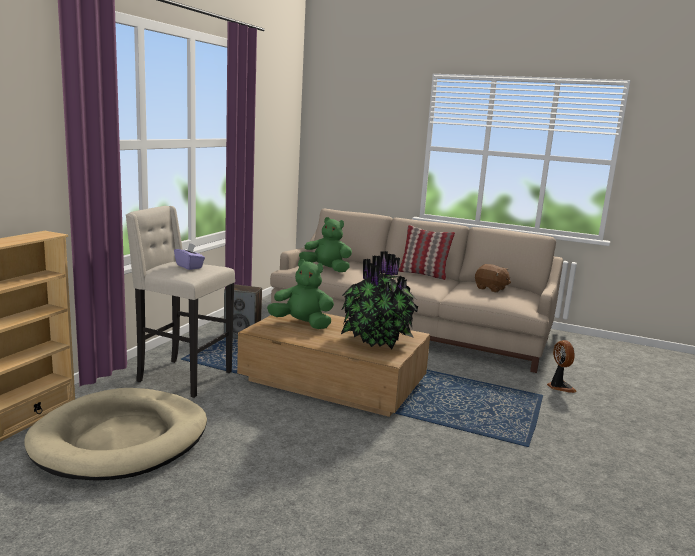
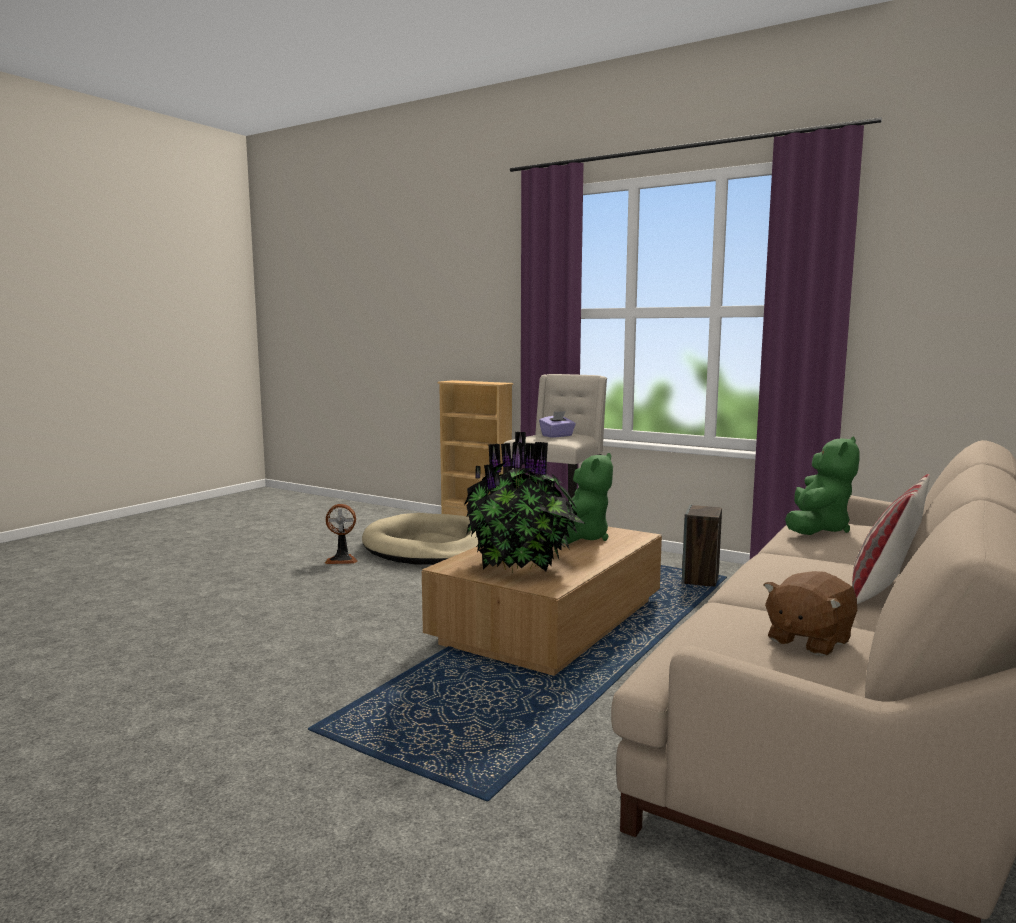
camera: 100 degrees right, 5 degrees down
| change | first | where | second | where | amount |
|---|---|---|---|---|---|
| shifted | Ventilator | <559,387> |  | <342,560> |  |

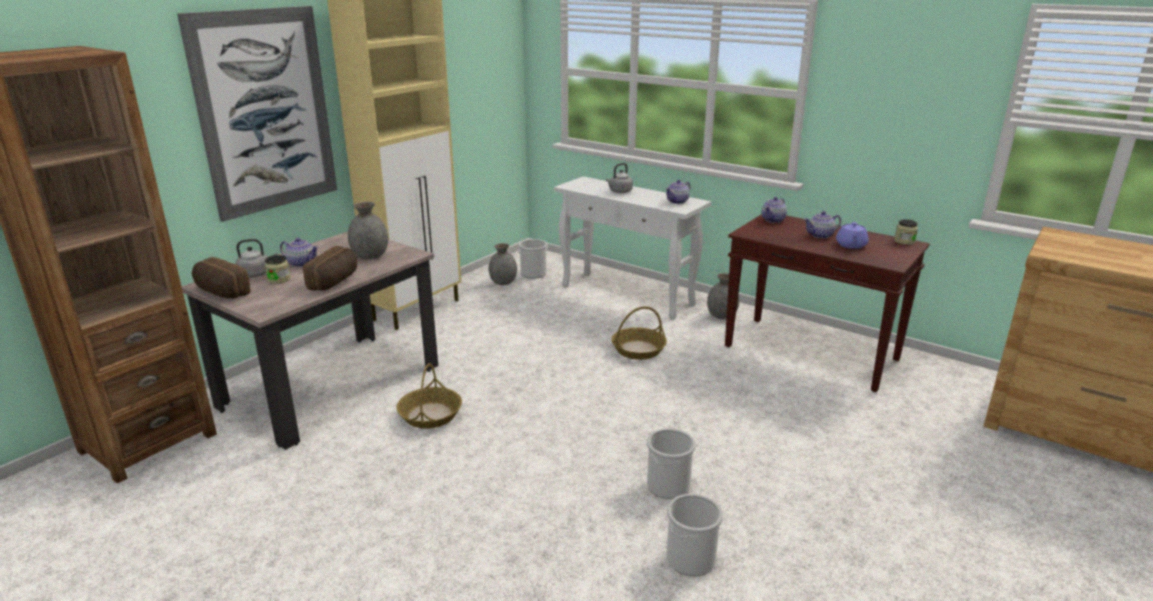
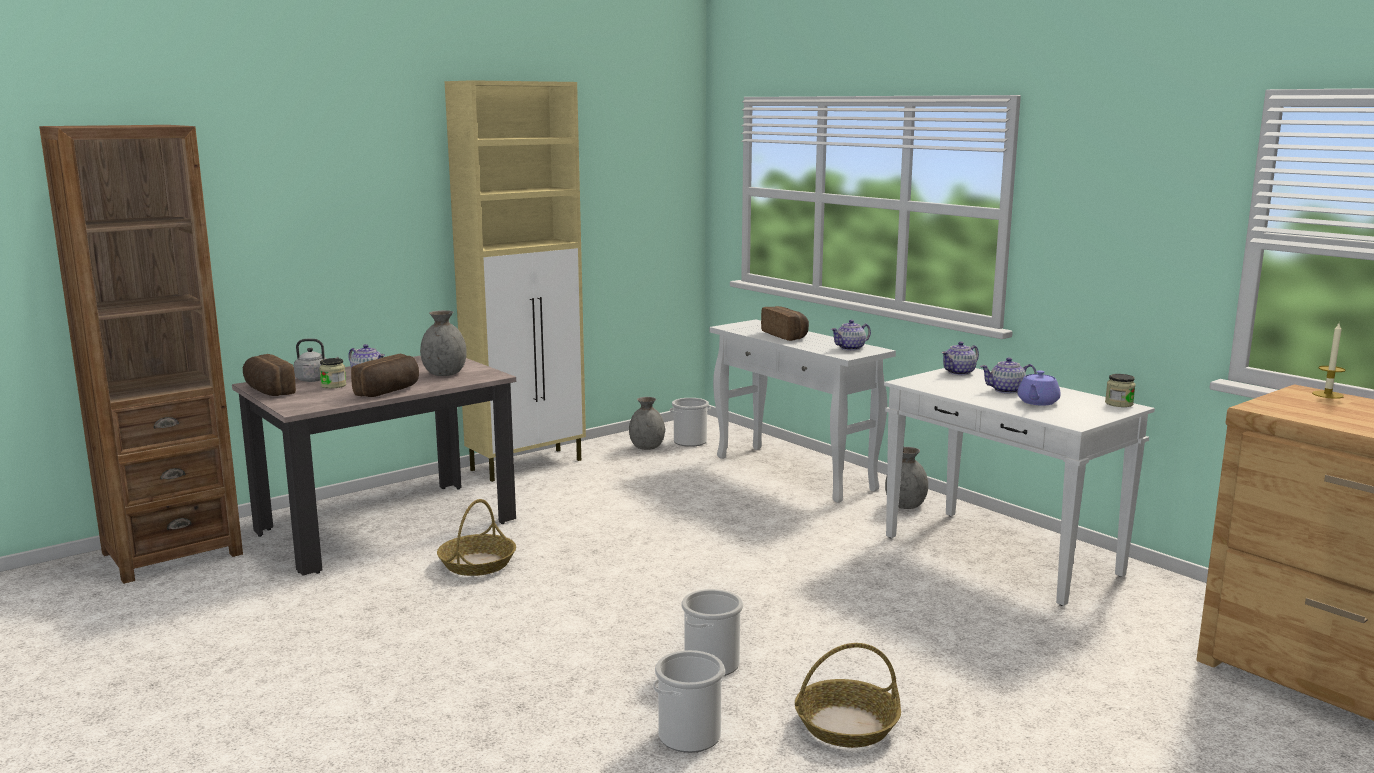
camera: 15 degrees right, 10 degrees down
| change | first | where | second | where | amount |
|---|---|---|---|---|---|
| gone | Bild | <265,112> |  |  |  |
| new |  |  | Kerze | <1327,394> |  |
| shifted | Korb | <638,350> |  | <846,726> |  |
| swapped | Wasserkessel (grau) | <619,192> | Brot | <786,335> |  |
| repainted | Konsolentisch (braun) | <812,353> | Konsolentisch (weiß) | <1003,556> |  |

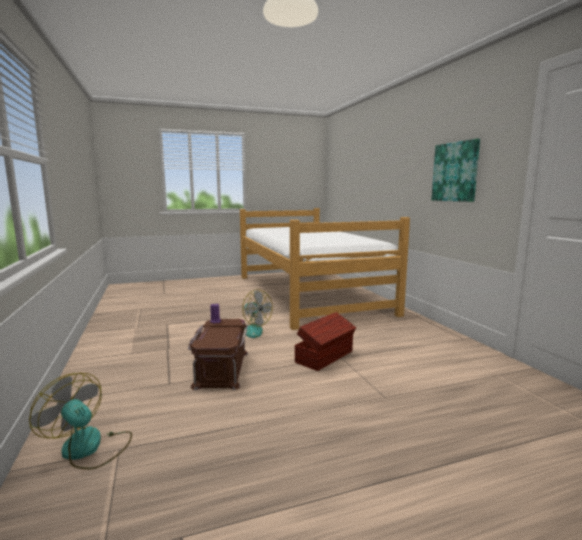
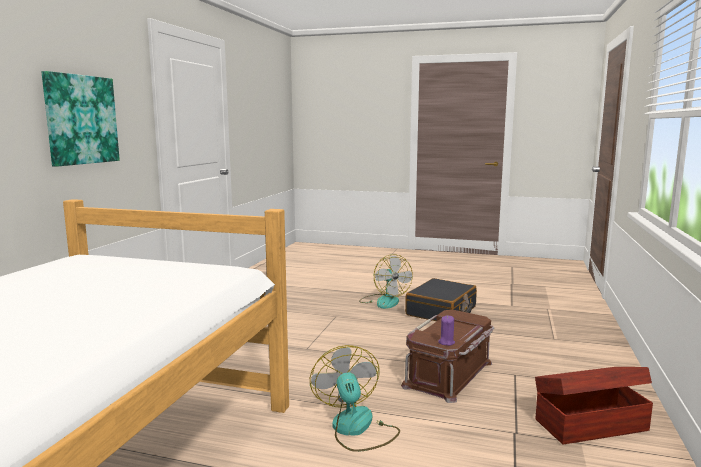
camera: 145 degrees left, 0 degrees up
| change | first | where | second | where | amount |
|---|---|---|---|---|---|
| new |  |  | Koffer (schwarz) | <441,311> |  |
| shifted | Ventilator | <89,448> |  | <384,301> |  |
| shifted | Aufbewahrungsbox (braun) | <325,357> |  | <589,424> |  |

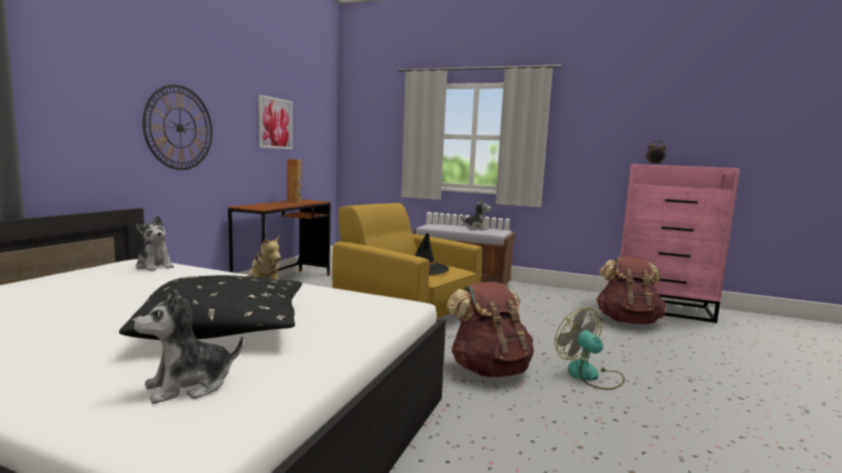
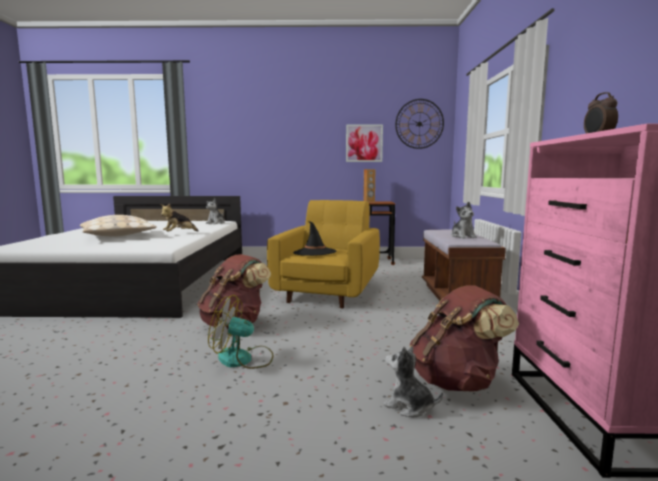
camera: 70 degrees right, 0 degrees up
| change | first | where | second | where | amount |
|---|---|---|---|---|---|
| shifted | Plüschtier | <189,386> |  | <409,406> |  |
| shifted | Wanduhr | <179,128> |  | <419,124> |  |
| repainted | Kissen (schwarz) | <227,326> | Kissen (beige) | <119,236> |  |
| rotated | Ventilator | <590,375> |  | <243,359> | 120 degrees counterclockwise |

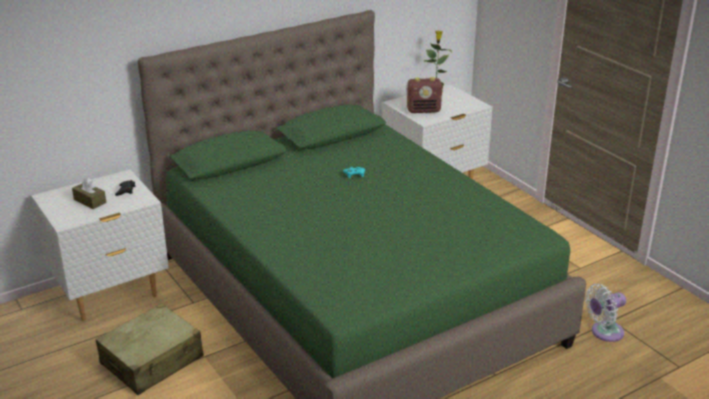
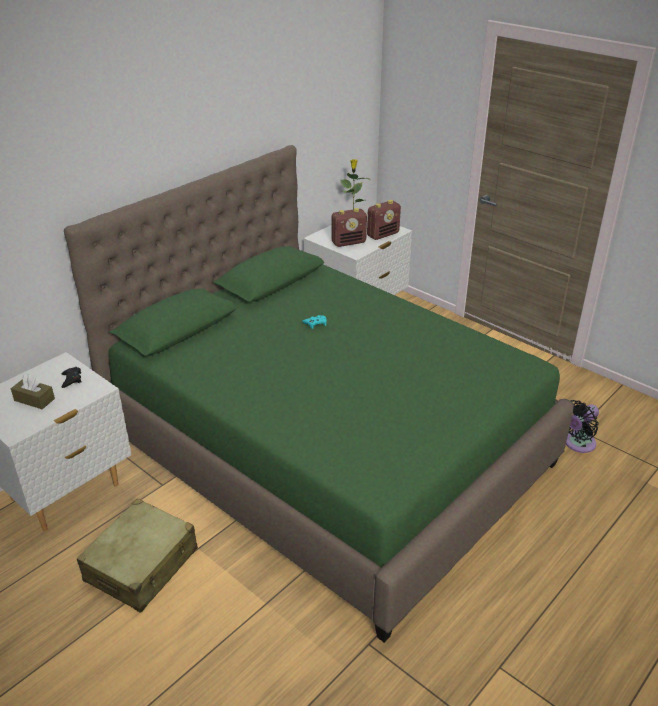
camera: 15 degrees left, 5 degrees up
| change | first | where | second | where | amount |
|---|---|---|---|---|---|
| new |  |  | Radio | <383,234> |  |
| repainted | Ventilator (weiß) | <604,332> | Ventilator (schwarz) | <577,444> |  |

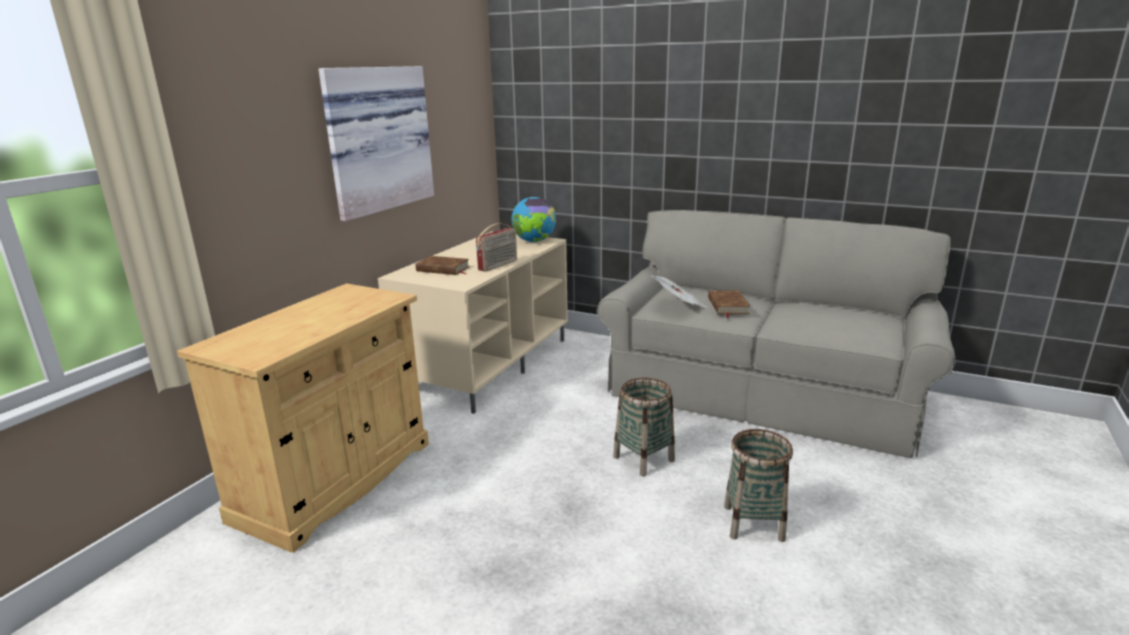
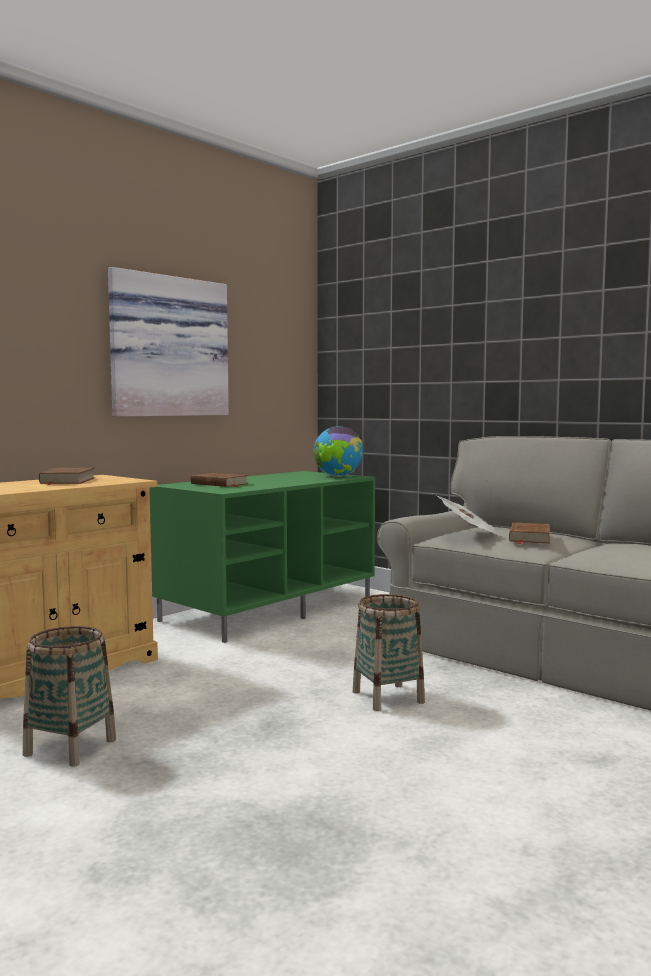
camera: 15 degrees right, 15 degrees down
| change | first | where | second | where | amount |
|---|---|---|---|---|---|
| gone | Radio | <498,265> |  |  |  |
| new |  |  | Buch (braun) | <67,481> |  |
| shifted | Korb | <753,523> |  | <70,747> |  |
| repainted | Fernsehschrank (beige) | <487,364> | Fernsehschrank (grün) | <269,609> |  |

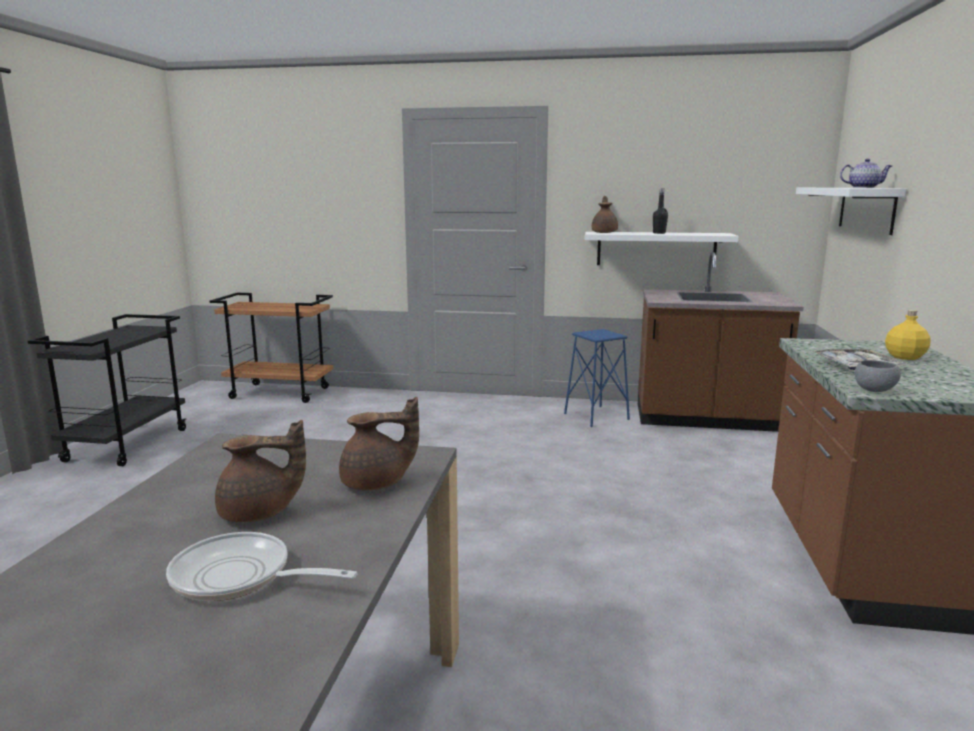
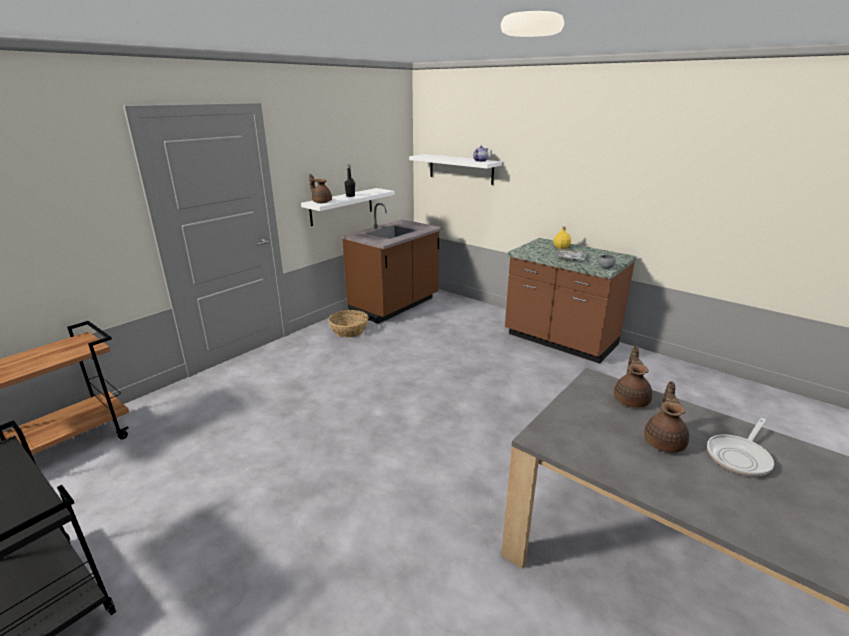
camera: 60 degrees left, 10 degrees up
| change | first | where | second | where | amount |
|---|---|---|---|---|---|
| swapped | Hocker (blau) | <596,416> | Korb | <349,330> |  |

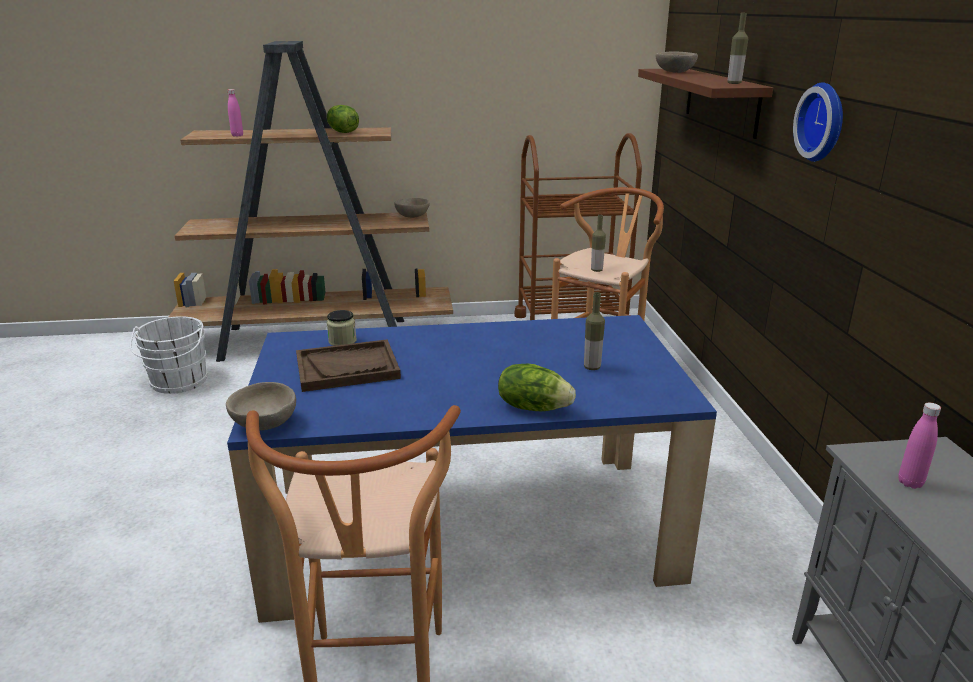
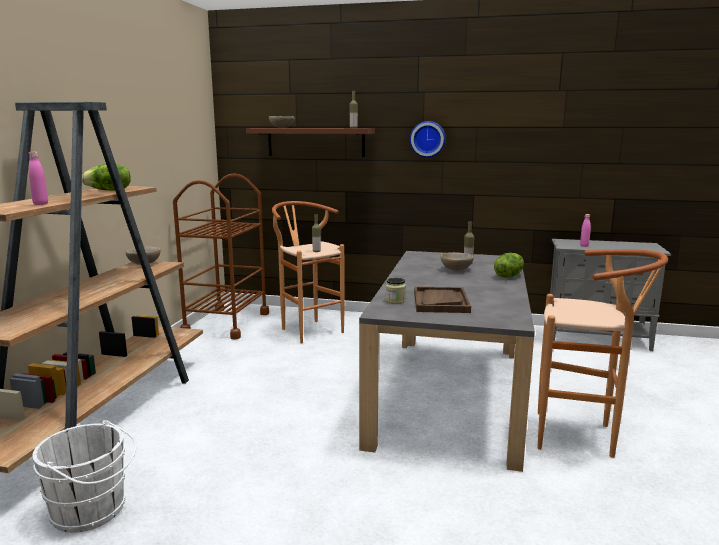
camera: 70 degrees left, 10 degrees down
| change | first | where | second | where | amount |
|---|---|---|---|---|---|
| shifted | Schüssel (beige) | <264,424> |  | <456,269> |  |
| repainted | Esstisch (blau) | <470,527> | Esstisch (grau) | <449,392> |  |

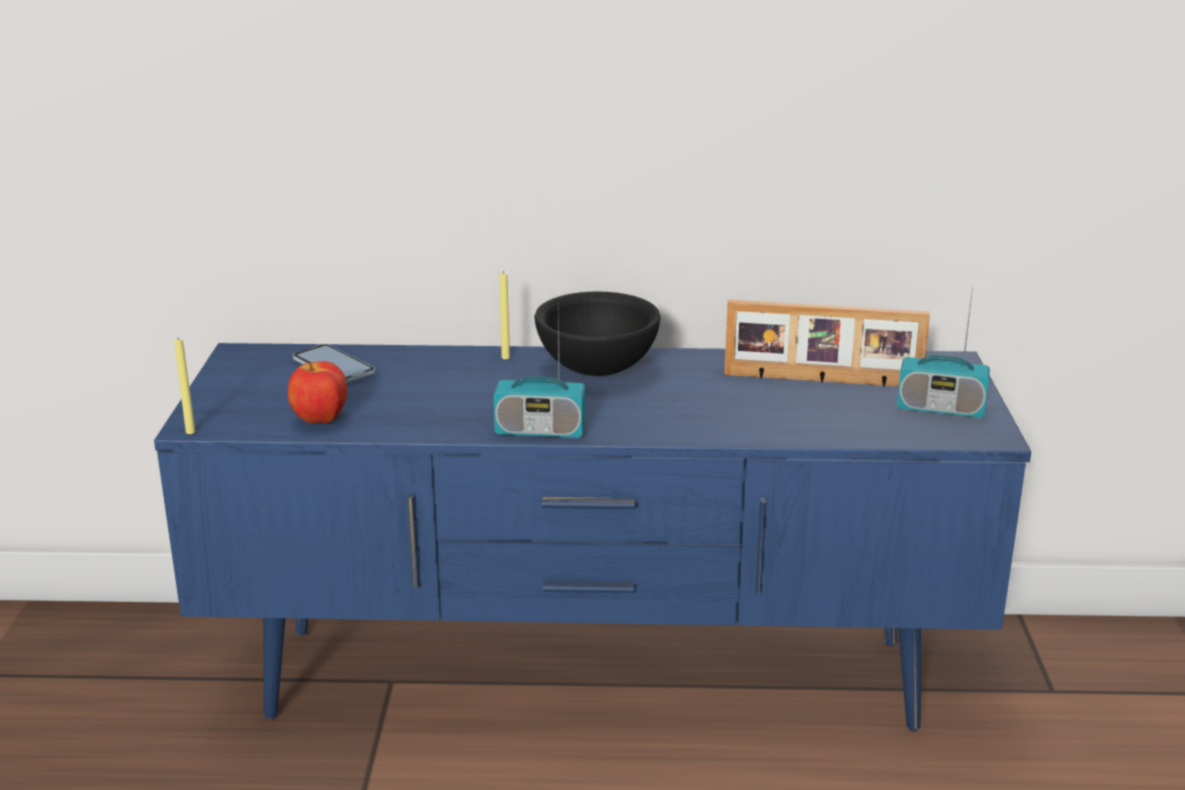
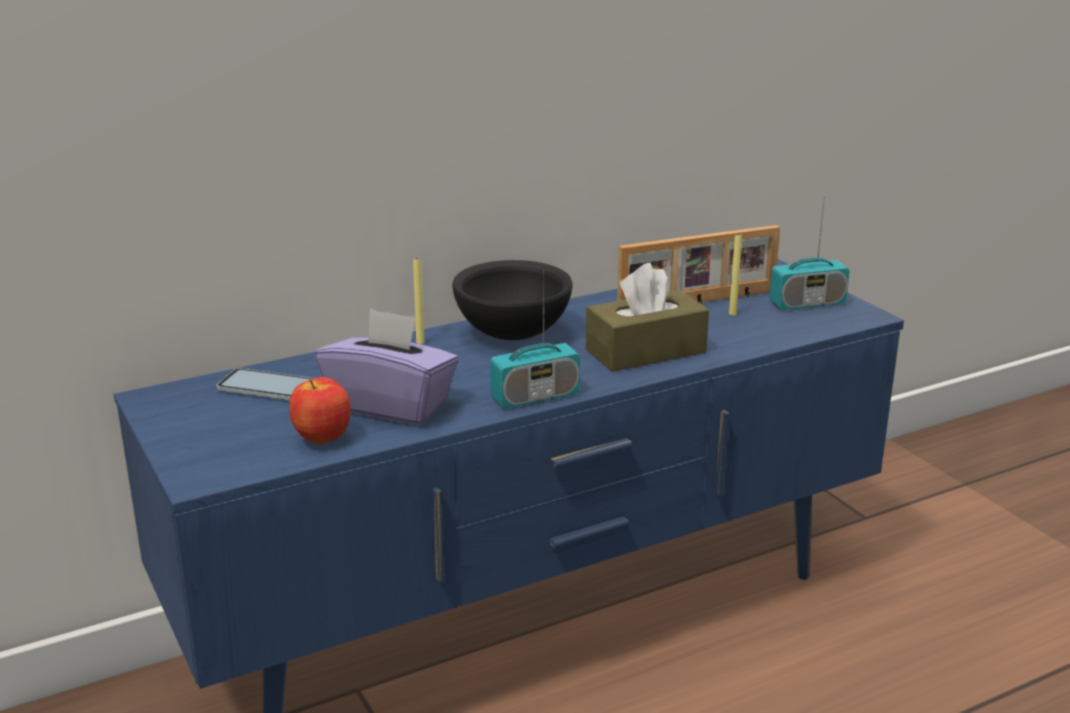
camera: 30 degrees left, 0 degrees up
| change | first | where | second | where | amount |
|---|---|---|---|---|---|
| new |  |  | Taschentuchbox (lila) | <390,405> |  |
| new |  |  | Taschentuchbox (braun) | <645,351> |  |
| shifted | Kerze (gelb) | <190,432> |  | <732,314> |  |

